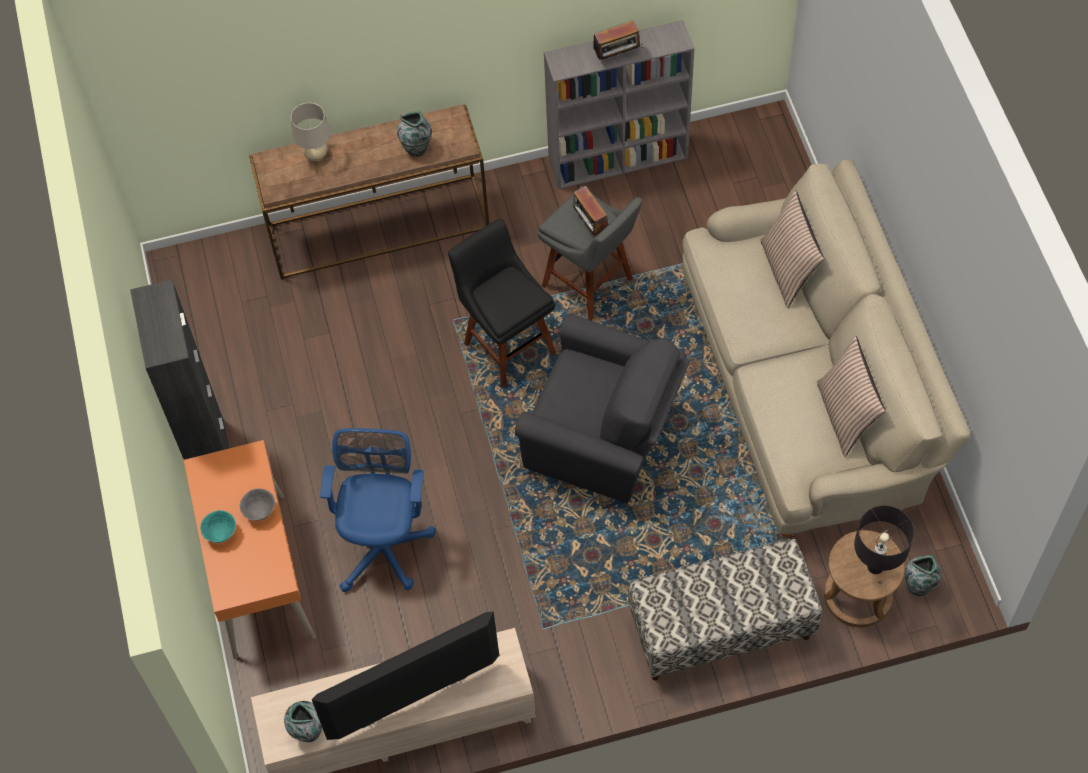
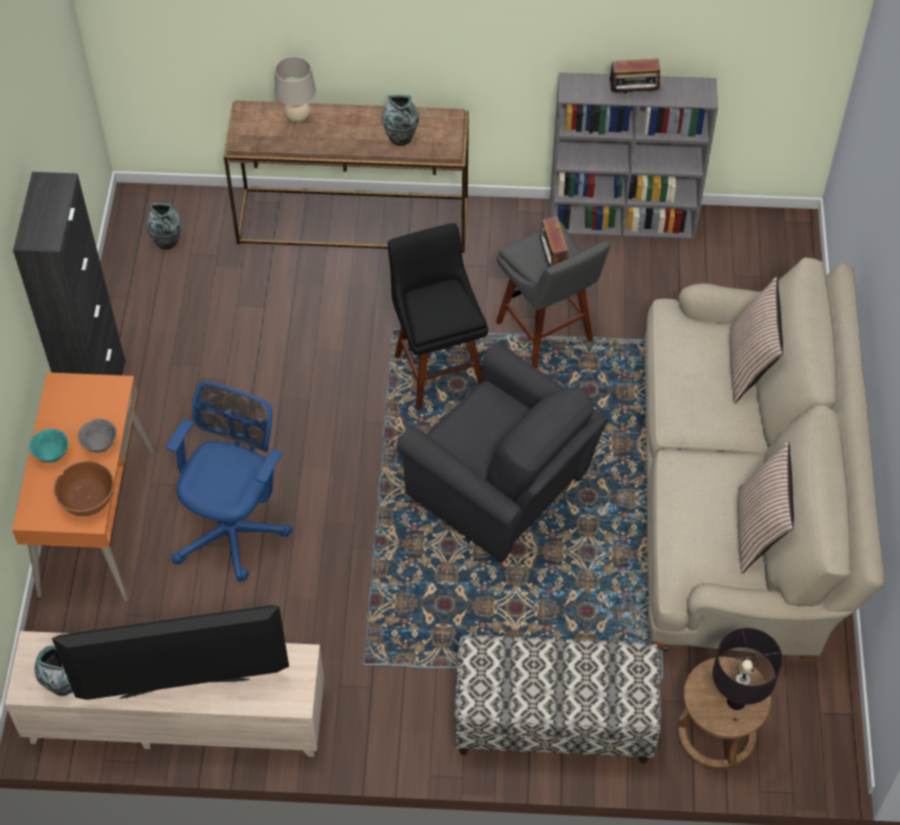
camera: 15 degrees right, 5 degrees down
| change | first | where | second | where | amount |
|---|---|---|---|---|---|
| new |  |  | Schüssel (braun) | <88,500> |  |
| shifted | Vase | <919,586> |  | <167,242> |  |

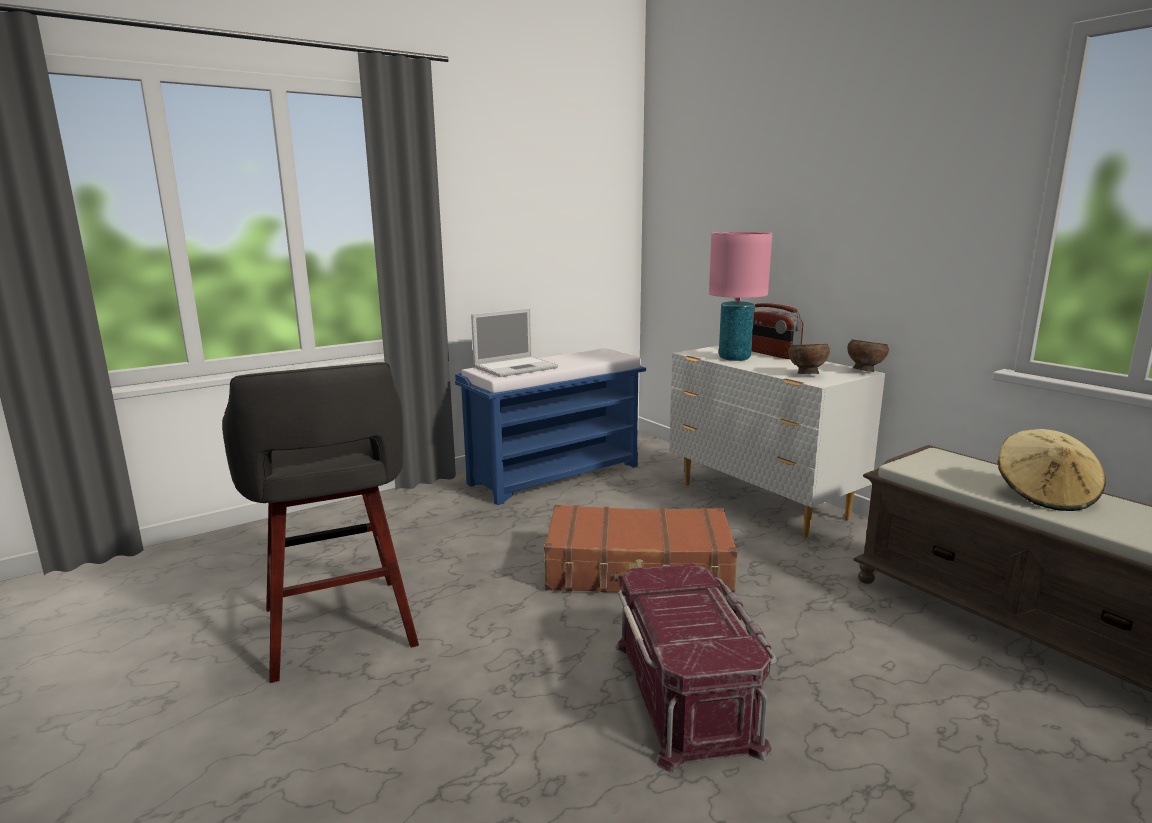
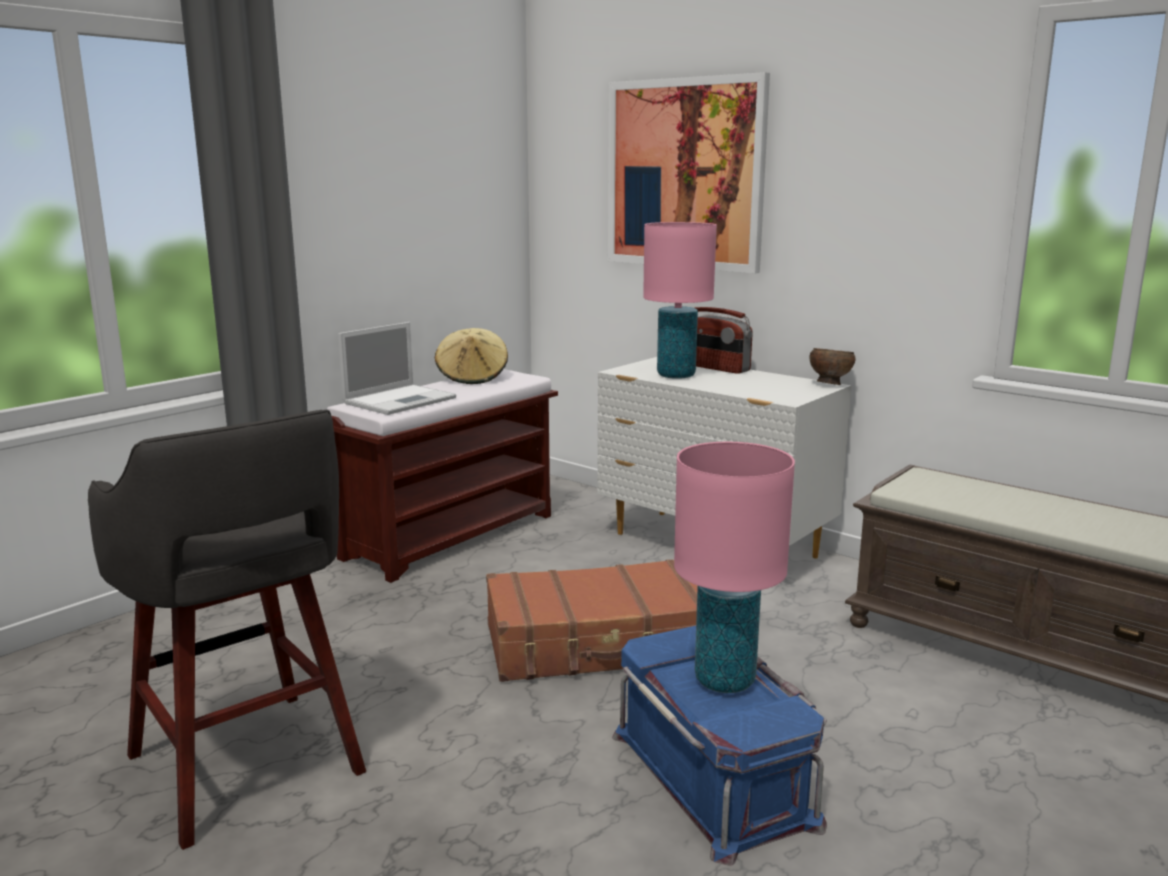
camera: 15 degrees left, 0 degrees up
| change | first | where | second | where | amount |
|---|---|---|---|---|---|
| gone | Schüssel (braun) | <806,375> |  |  |  |
| new |  |  | Bild | <684,174> |  |
| new |  |  | Tischlampe (rosa) | <724,680> |  |
| shifted | Hut (beige) | <1045,496> |  | <472,378> |  |
| repainted | Bank (blau) | <556,474> | Bank (braun) | <451,535> |  |
| repainted | Aufbewahrungsbox (rot) | <688,693> | Aufbewahrungsbox (blau) | <715,776> |  |

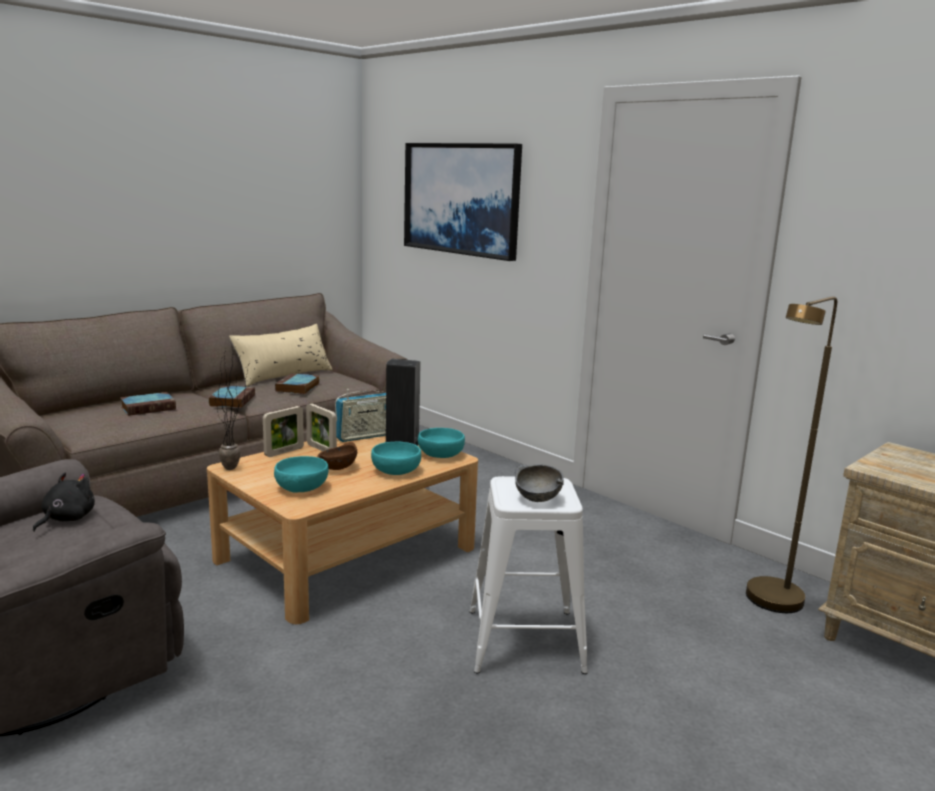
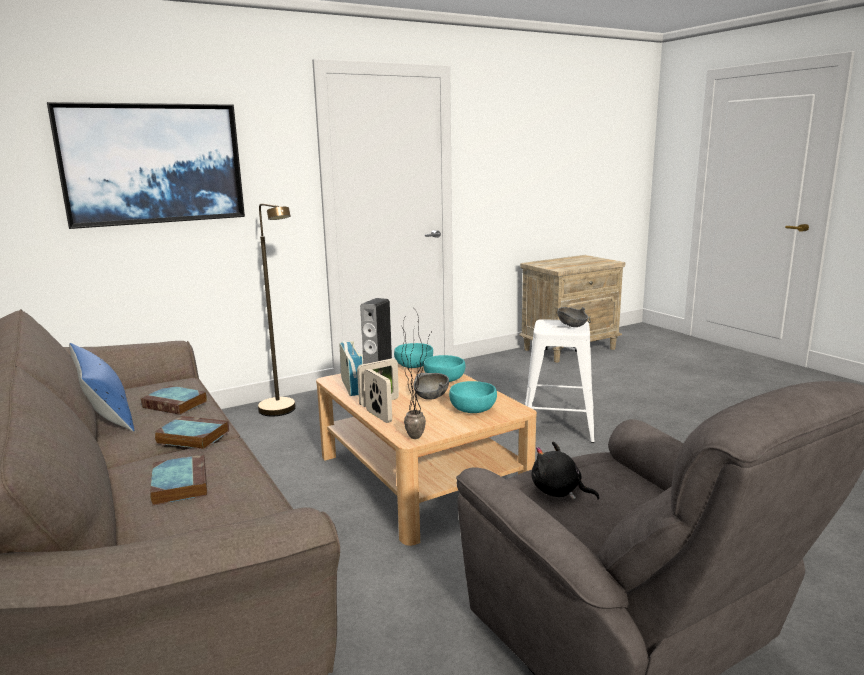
camera: 75 degrees left, 0 degrees up
| change | first | where | second | where | amount |
|---|---|---|---|---|---|
| shifted | Stehlampe (braun) | <770,605> |  | <282,412> |  |
| repainted | Kissen (beige) | <283,375> | Kissen (blau) | <105,412> |  |
| repainted | Schüssel (braun) | <337,468> | Schüssel (grau) | <431,397> |  |

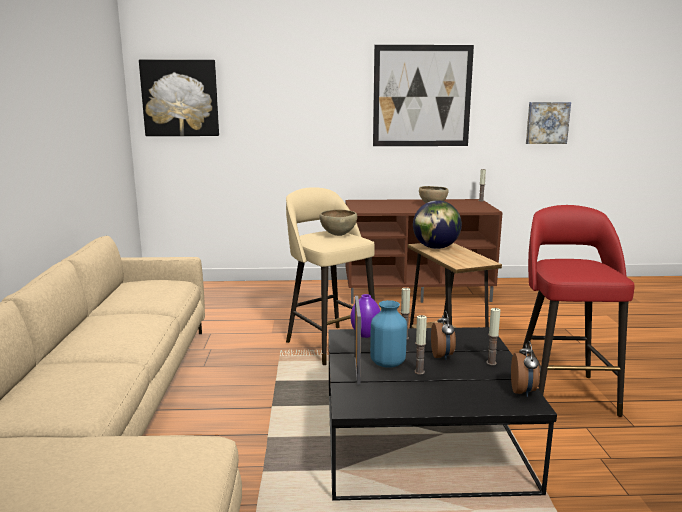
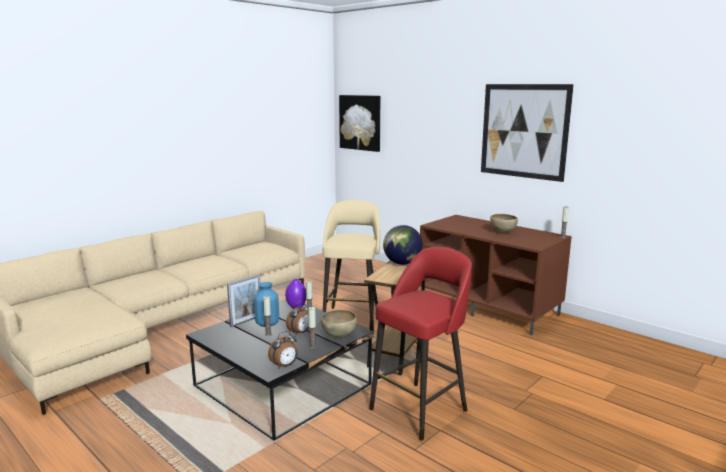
camera: 45 degrees right, 0 degrees up
| change | first | where | second | where | amount |
|---|---|---|---|---|---|
| gone | Bild | <547,123> |  |  |  |
| shifted | Schüssel (braun) | <338,235> |  | <339,336> |  |

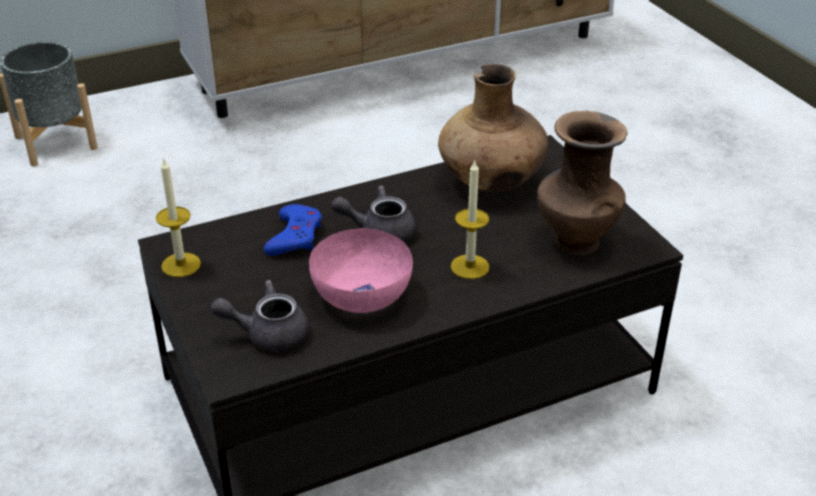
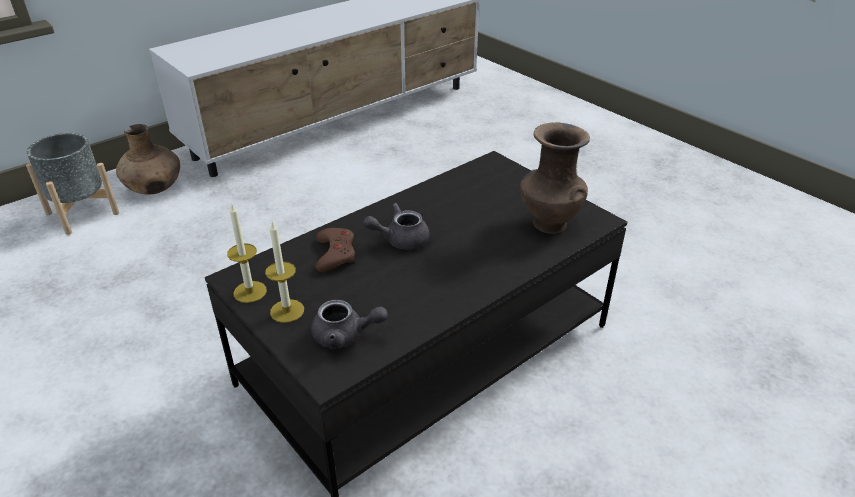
camera: 15 degrees left, 0 degrees up
| change | first | where | second | where | amount |
|---|---|---|---|---|---|
| gone | Schüssel (rosa) | <360,294> |  |  |  |
| shifted | Vase (braun) | <491,181> |  | <155,189> |  |
| shifted | Kerze | <470,266> |  | <287,311> |  |
| repainted | Gamepad (blau) | <295,236> | Gamepad (braun) | <335,253> |  |
| rotated | Teekanne (grau) | <267,333> |  | <345,336> | 150 degrees counterclockwise |

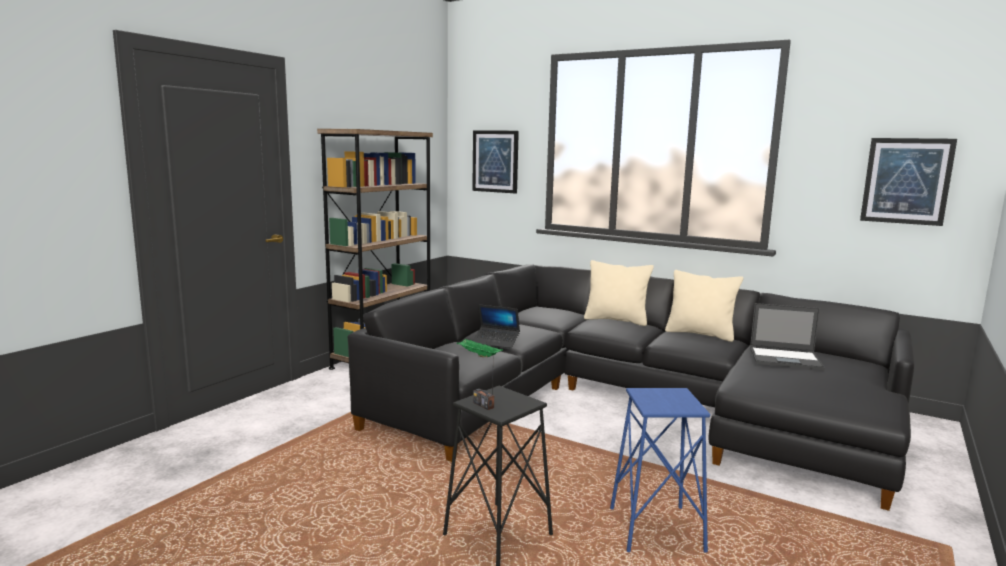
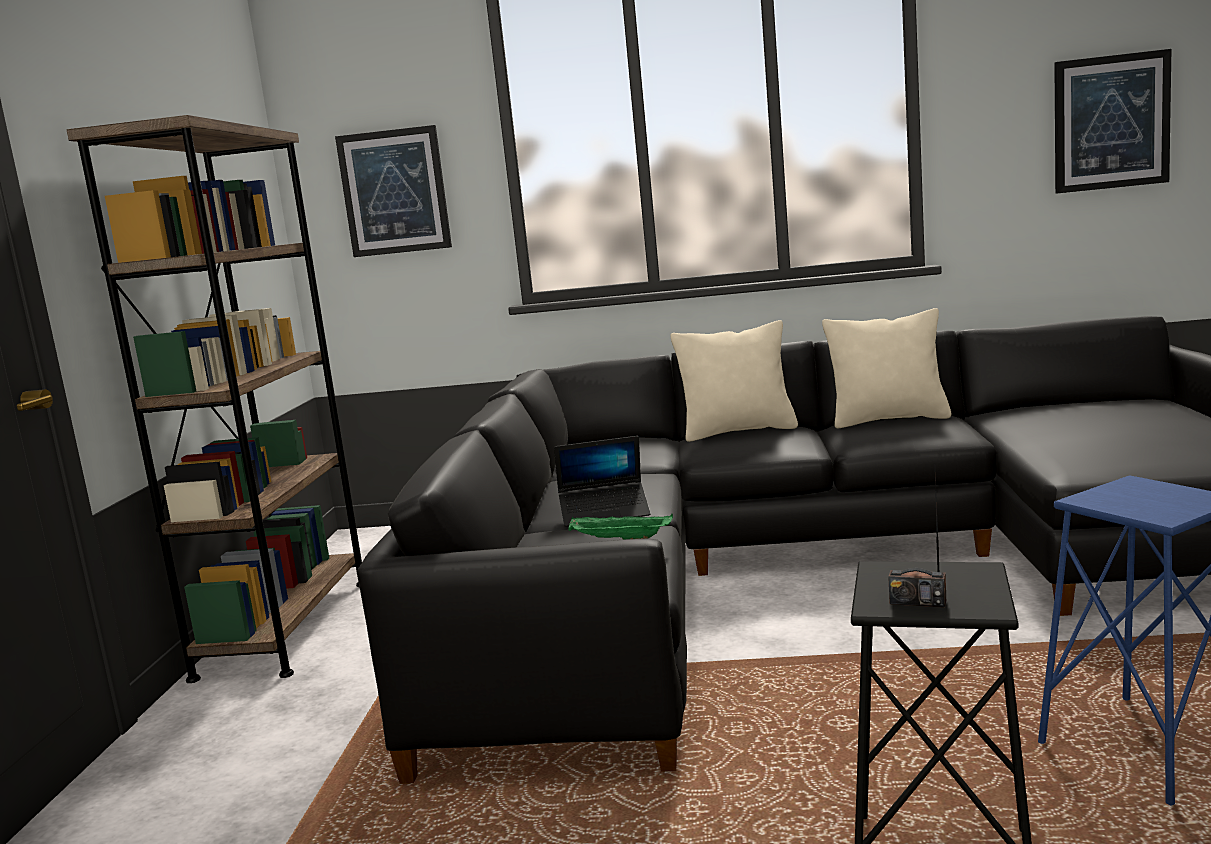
camera: 25 degrees left, 0 degrees up
| change | first | where | second | where | amount |
|---|---|---|---|---|---|
| gone | Laptop | <786,359> |  |  |  |

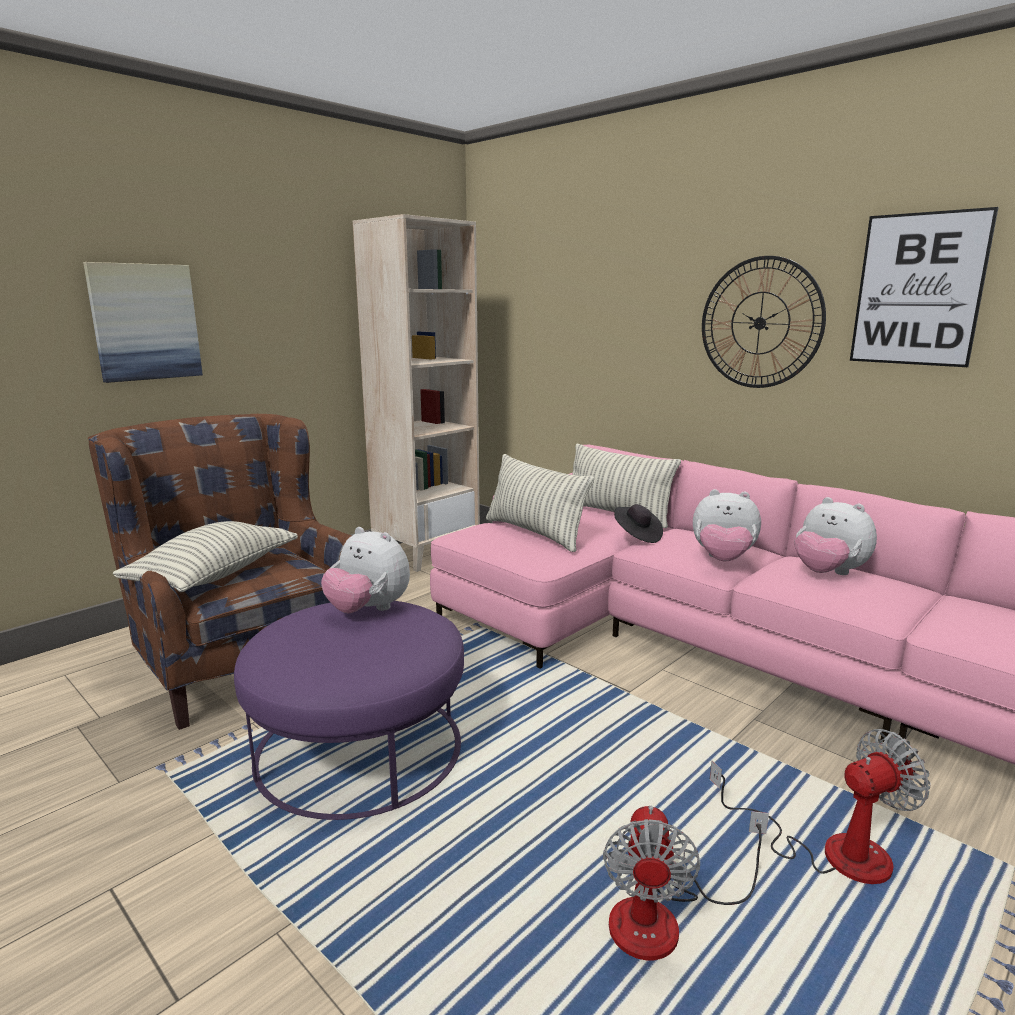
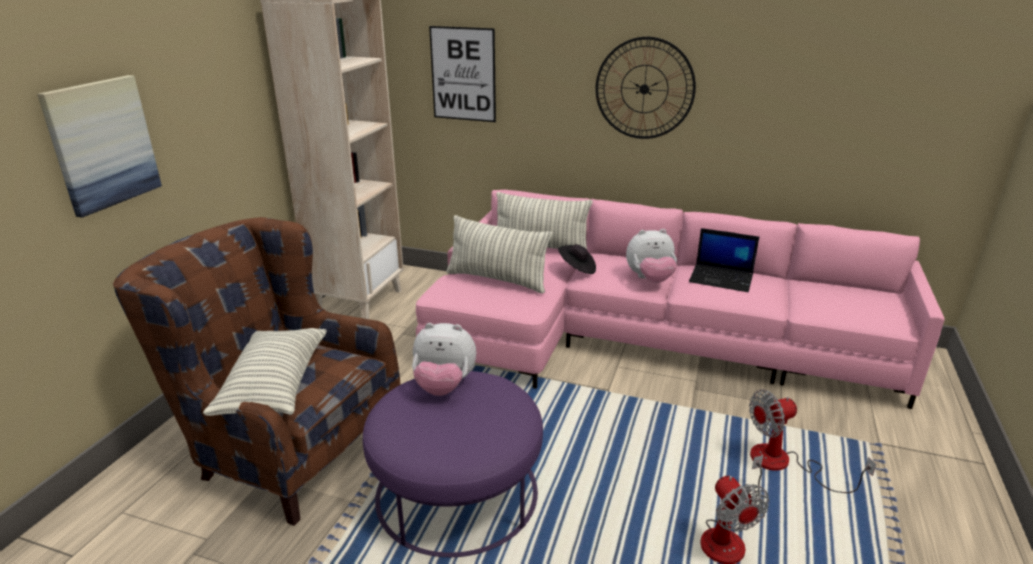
camera: 25 degrees left, 10 degrees up
| change | first | where | second | where | amount |
|---|---|---|---|---|---|
| shifted | Bild | <918,290> |  | <463,74> |  |
| swapped | Plüschtier | <828,573> | Laptop | <722,278> |  |
| rotated | Ventilator | <831,851> |  | <784,464> | 150 degrees counterclockwise |

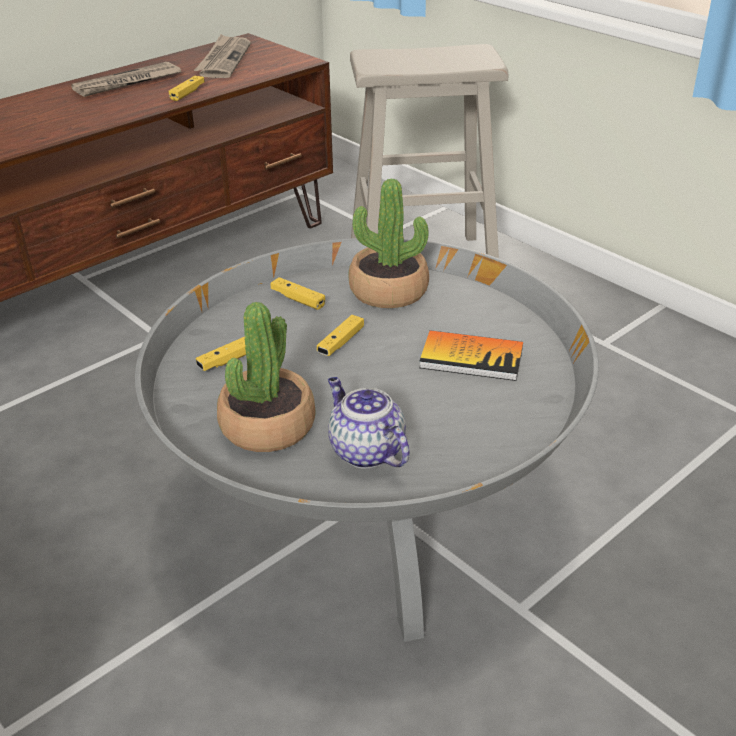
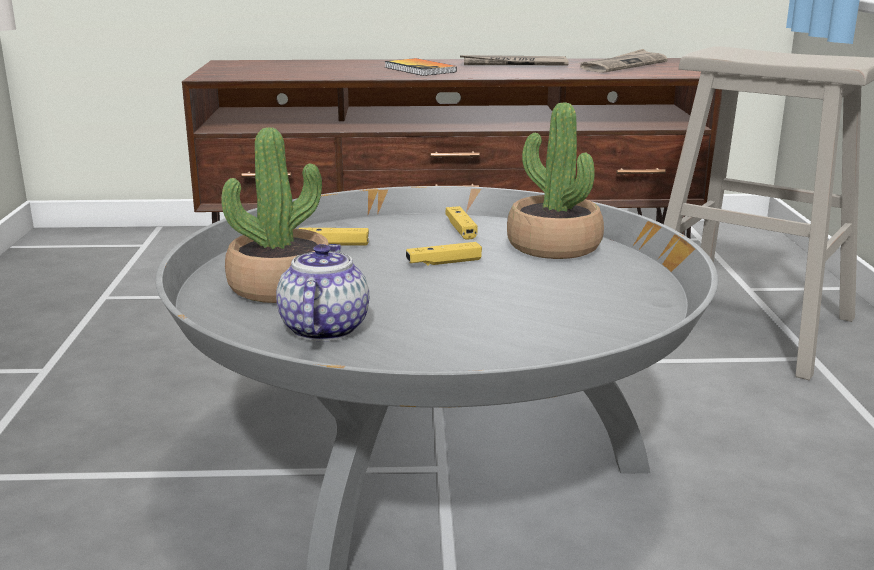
camera: 40 degrees right, 15 degrees down
| change | first | where | second | where | amount |
|---|---|---|---|---|---|
| gone | Gamepad (gelb) | <187,93> |  |  |  |
| shifted | Buch | <471,357> |  | <420,69> |  |

